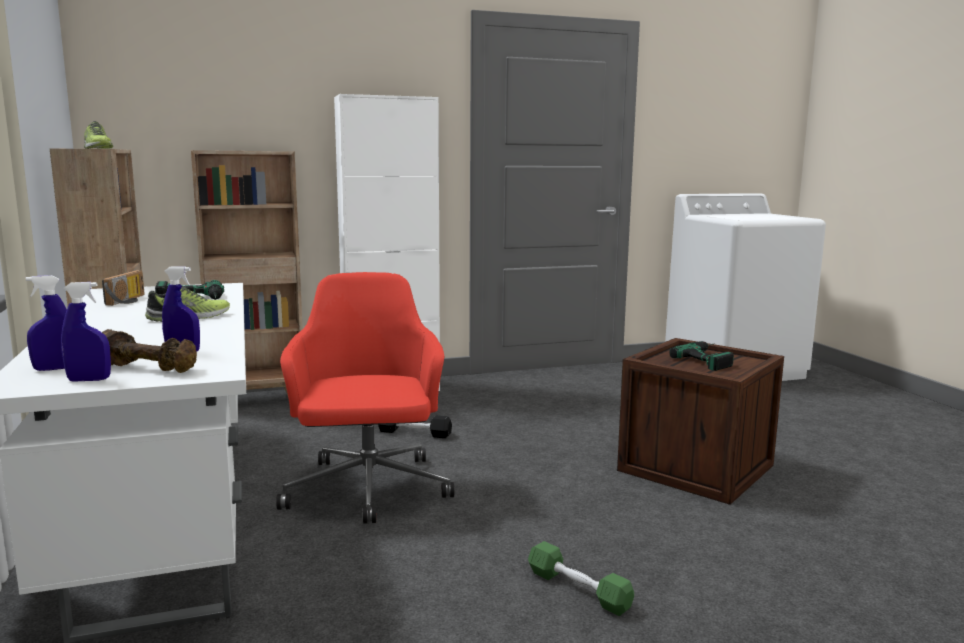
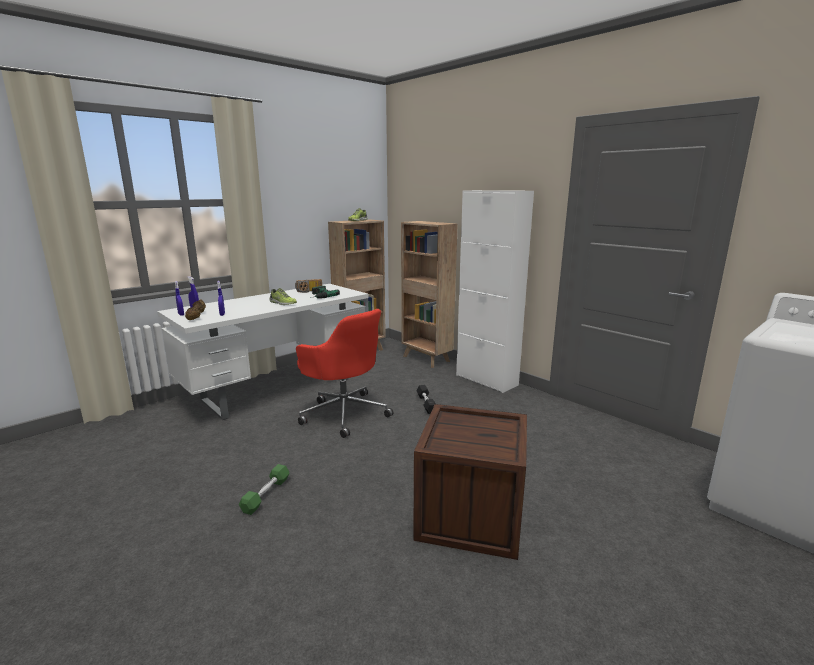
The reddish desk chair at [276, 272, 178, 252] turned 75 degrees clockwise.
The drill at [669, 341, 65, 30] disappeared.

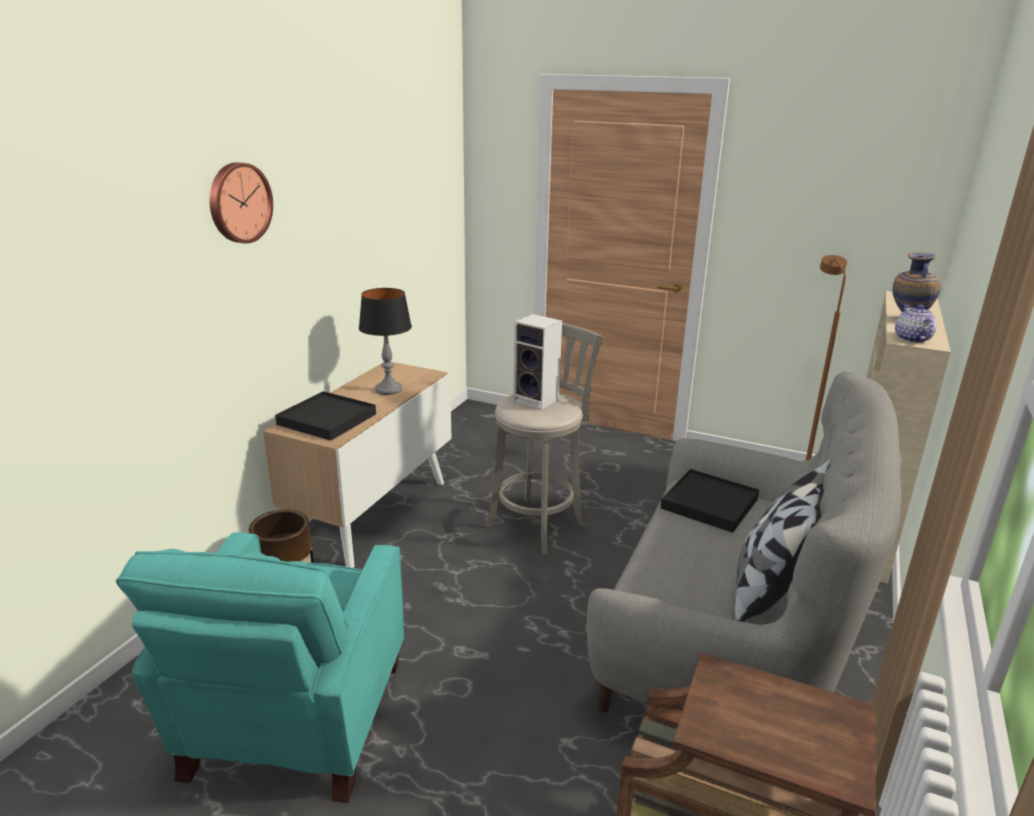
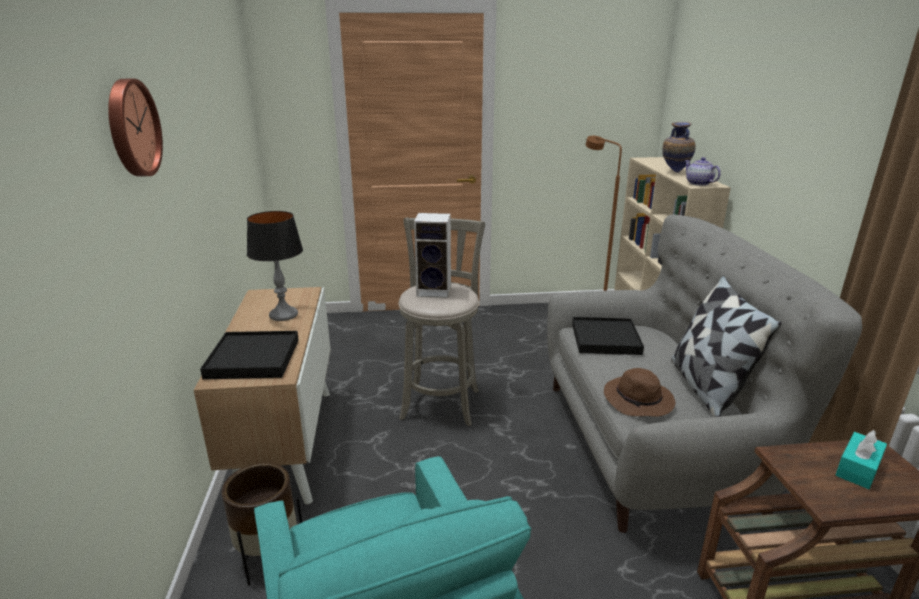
The brownish wearable hat at [604, 368, 71, 49] appeared.
The blue-green box of tissues at [836, 430, 51, 59] appeared.

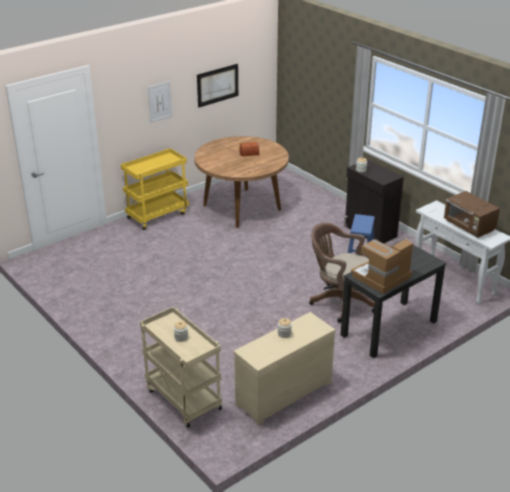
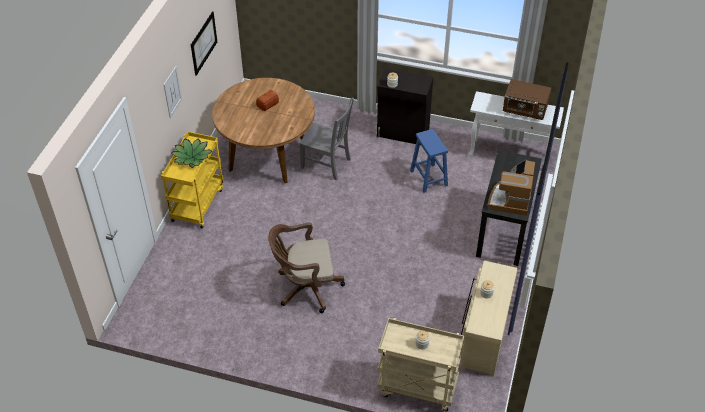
The houseplant at [171, 138, 41, 30] appeared.
The brownish desk chair moved from [309, 223, 66, 100] to [268, 222, 77, 91].
The gray upright chair at [299, 98, 55, 82] appeared.

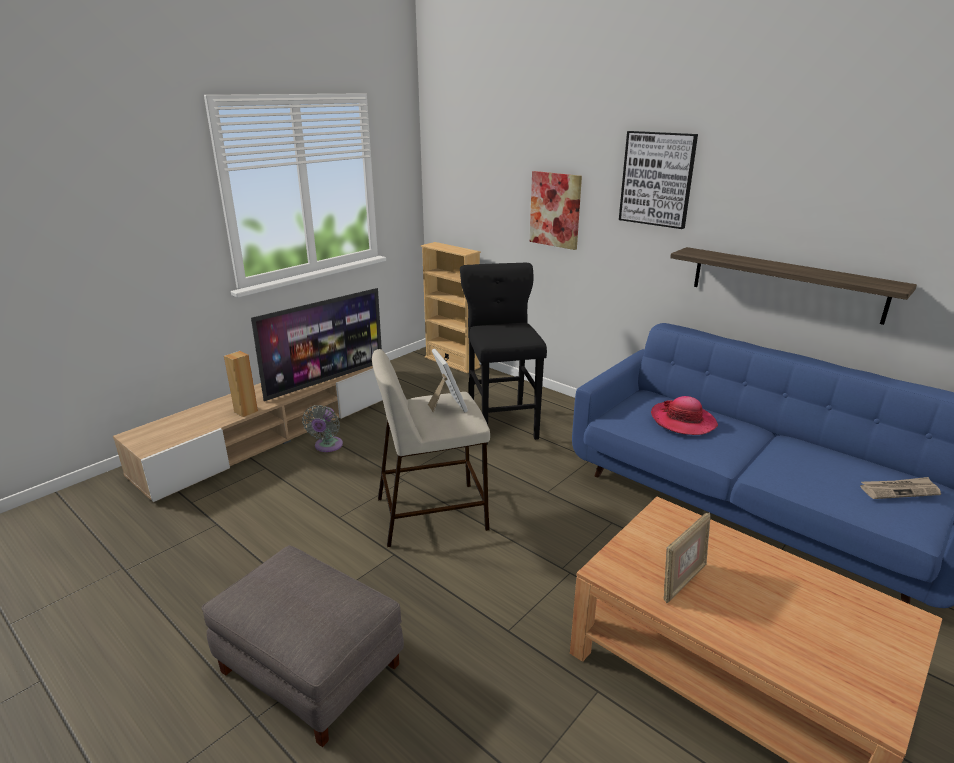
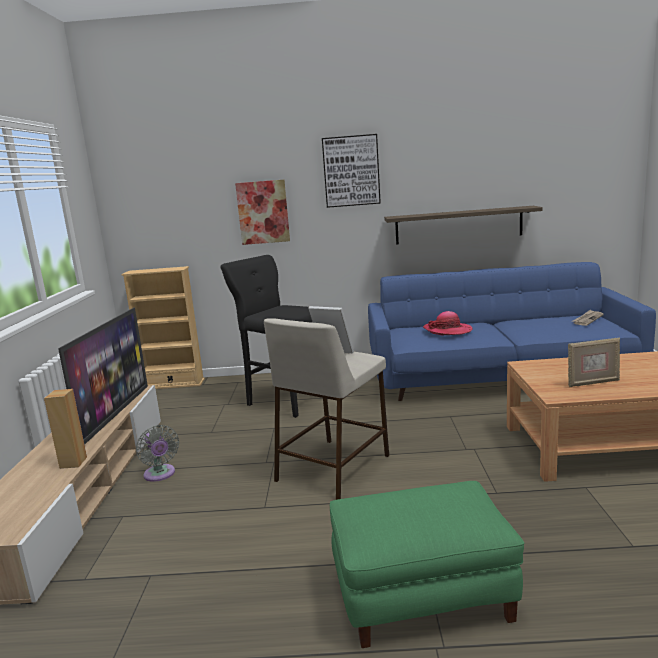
The gray ottoman at [202, 545, 202, 202] became the green ottoman at [330, 481, 195, 167].
The standing frame at [664, 512, 47, 91] turned 75 degrees clockwise.

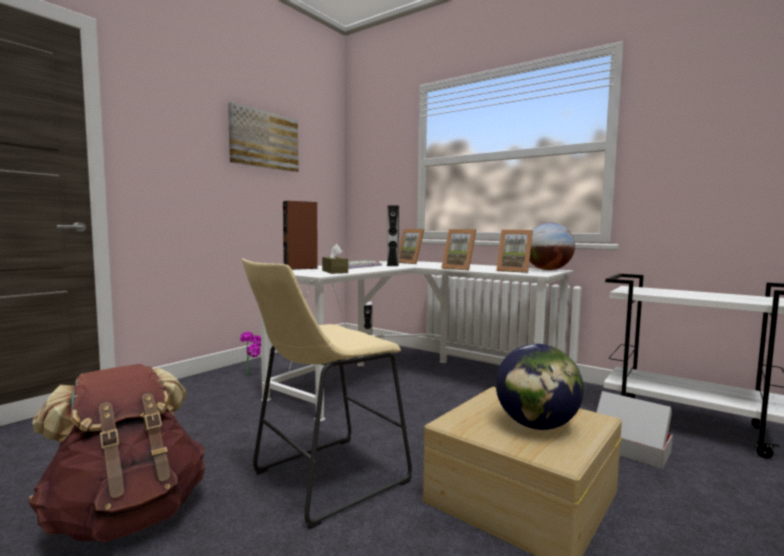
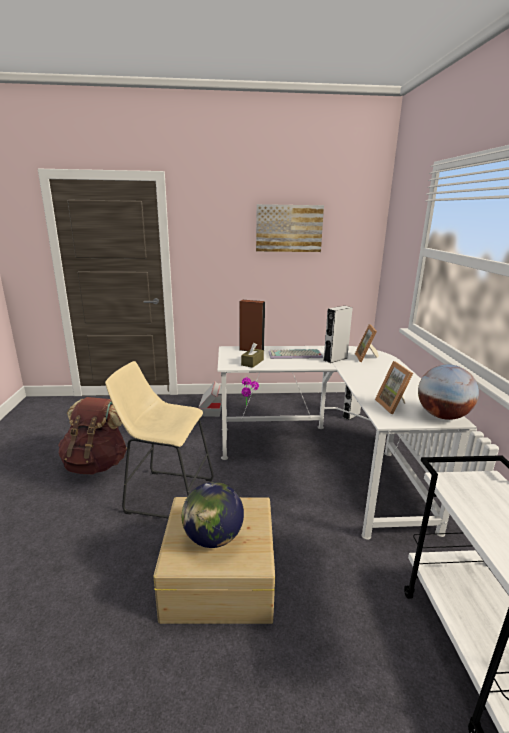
The carton moved from [596, 391, 77, 78] to [198, 382, 24, 35].
The standing frame at [441, 229, 35, 41] disappeared.

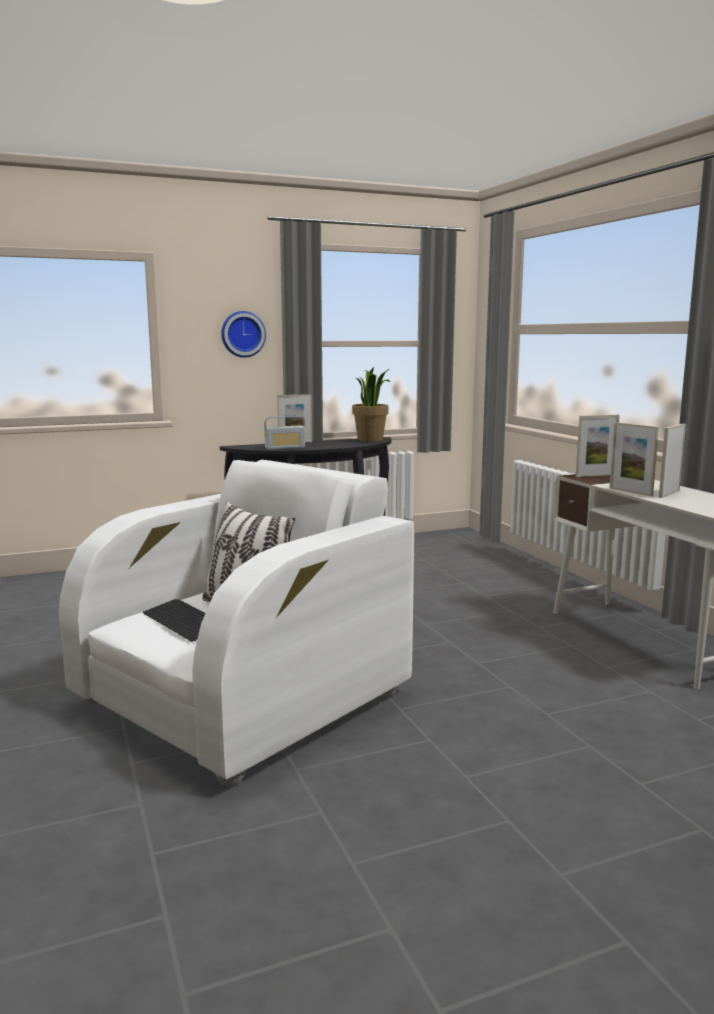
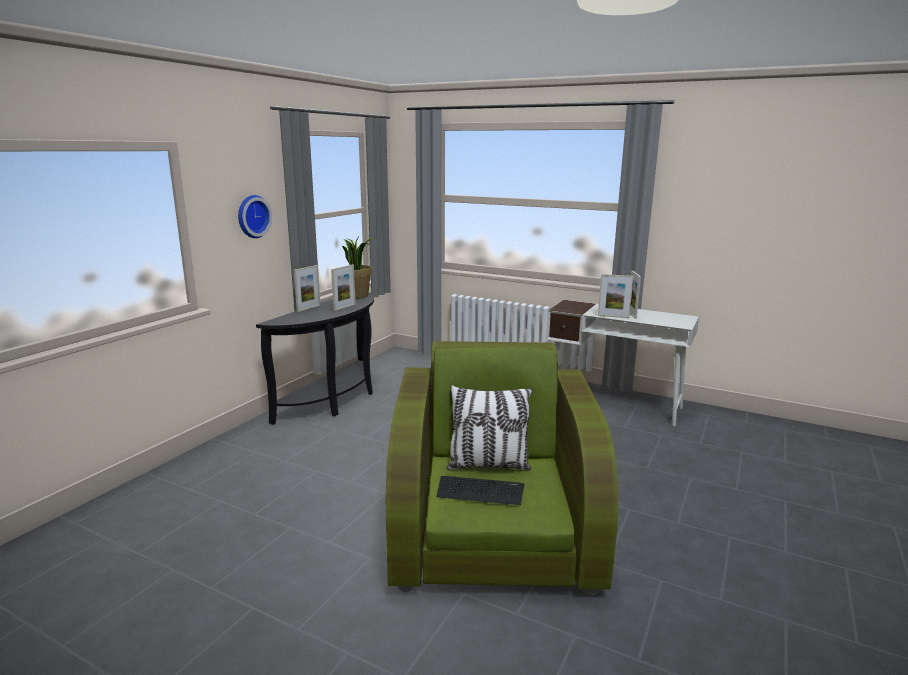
The standing frame moved from [576, 414, 44, 63] to [331, 264, 25, 47].
The whitish lounge chair at [59, 460, 355, 325] became the green lounge chair at [386, 341, 232, 255].
The radio set at [264, 416, 42, 34] disappeared.

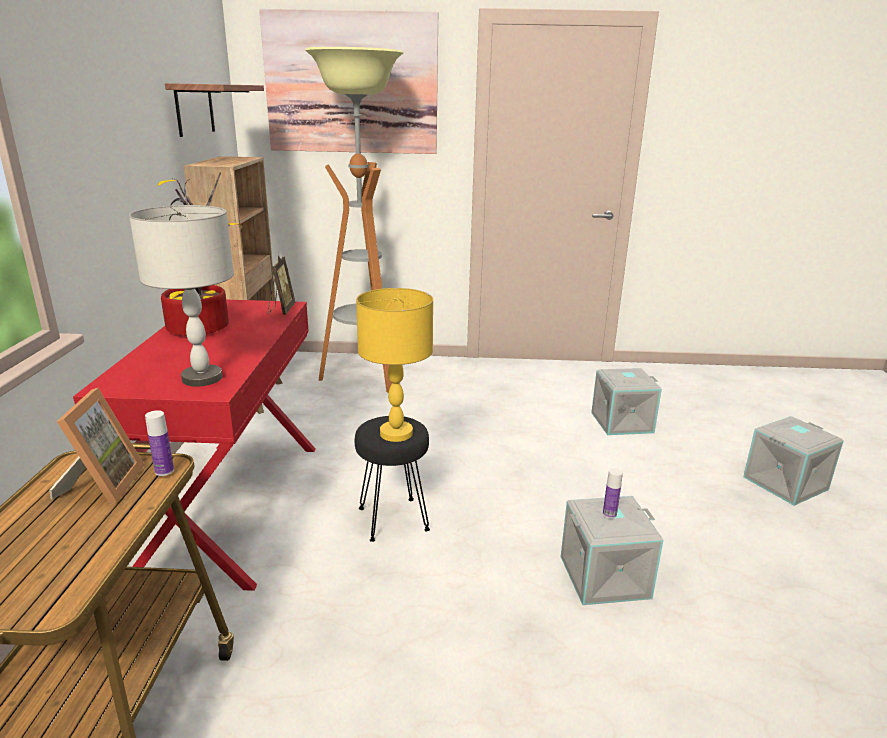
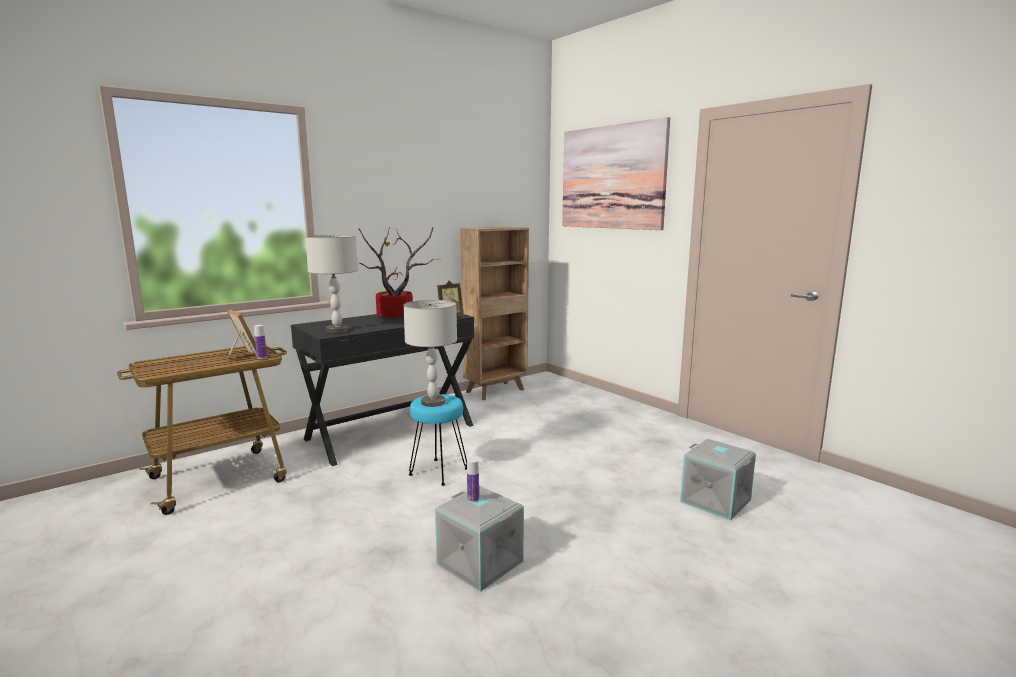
The standing frame at [49, 388, 95, 116] turned 90 degrees counterclockwise.
The reddish desk at [73, 300, 243, 291] became the blackish desk at [291, 314, 183, 152].
The yellowish lamp for a table at [356, 288, 77, 154] became the gray lamp for a table at [403, 300, 54, 107].
The blackish stool seat at [355, 416, 75, 126] became the blue-green stool seat at [409, 394, 58, 92].
The bracket shelf at [165, 83, 99, 54] disappeared.
The floor lamp at [305, 47, 99, 346] disappeared.
The gray storage container at [743, 416, 101, 90] disappeared.

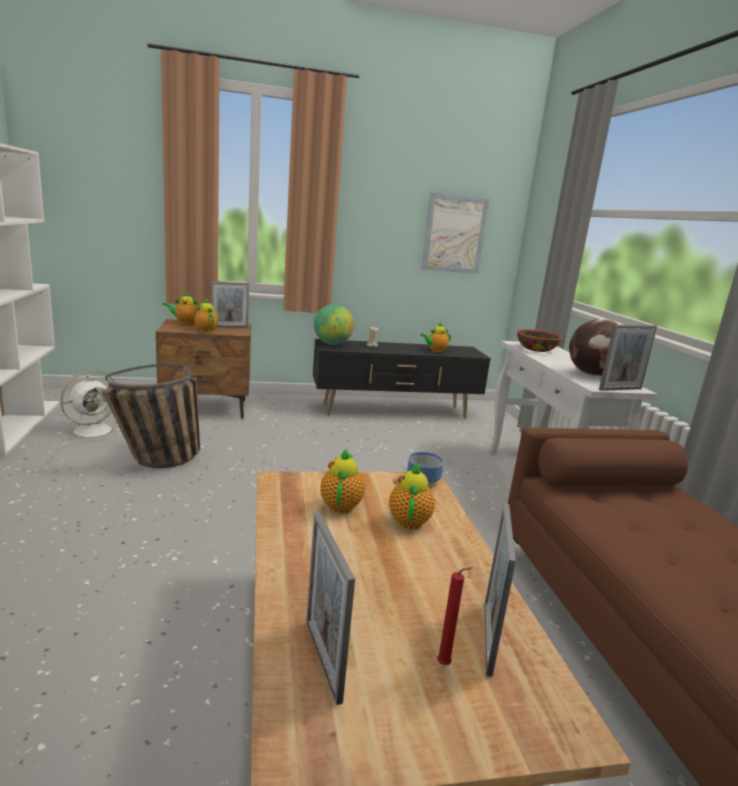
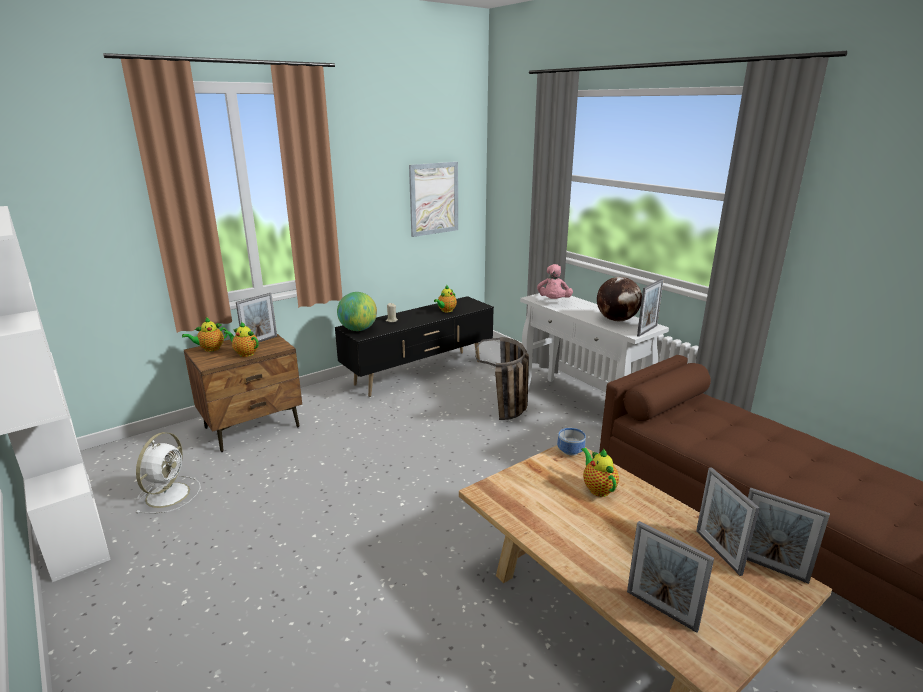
The household basket moved from [102, 364, 98, 104] to [475, 337, 54, 83].
The serving bowl at [517, 329, 45, 23] was replaced by the pinkish cuddly toy at [537, 264, 36, 35].
The standing frame at [747, 488, 83, 96] appeared.
The teapot at [320, 448, 45, 66] disappeared.
The reddish candle at [437, 567, 36, 98] disappeared.

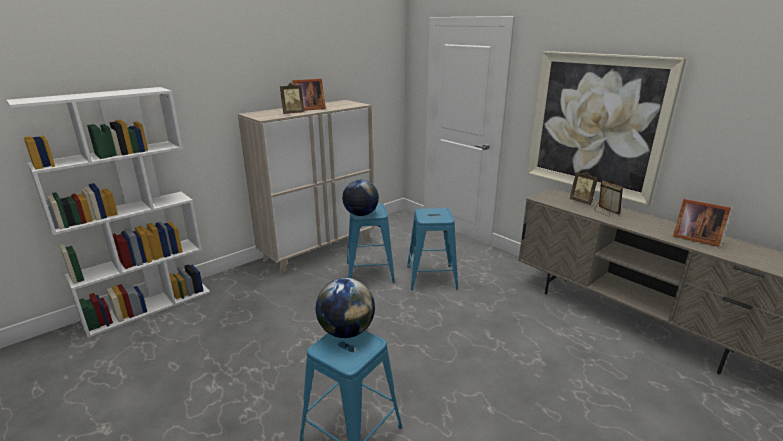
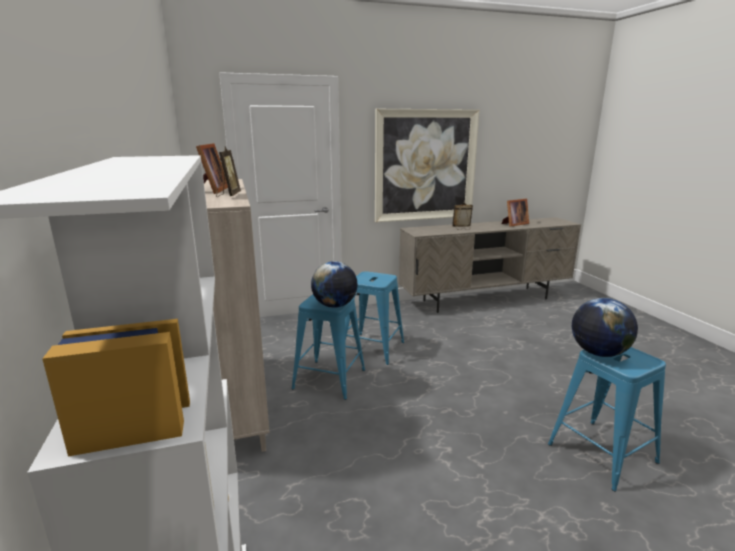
The standing frame at [569, 172, 29, 33] disappeared.

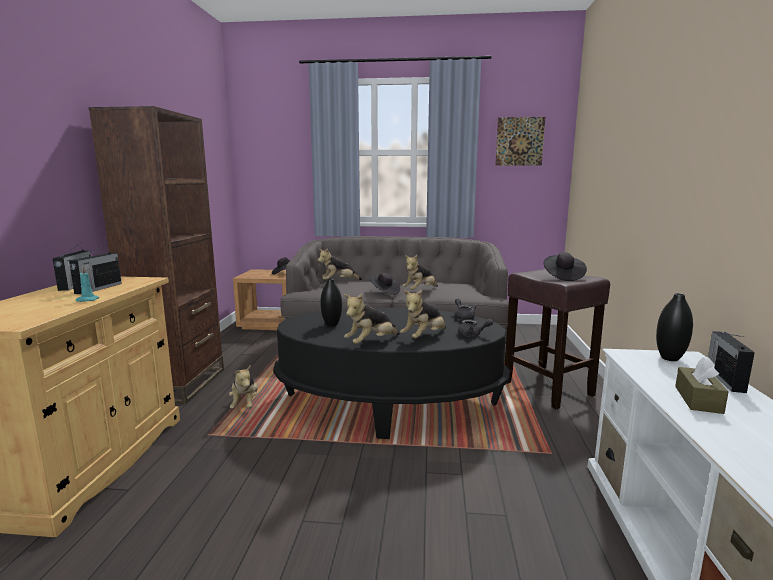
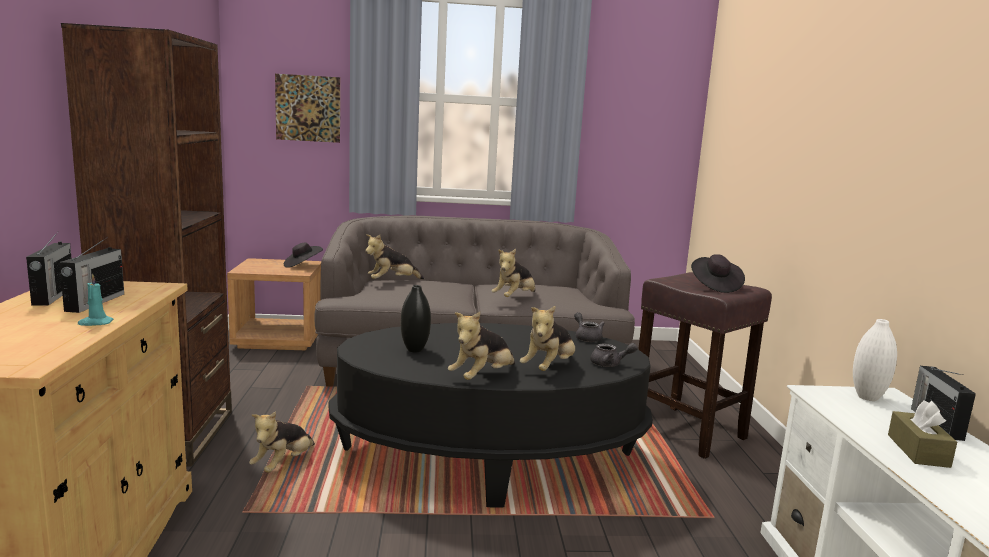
The cuddly toy at [229, 365, 29, 43] turned 45 degrees clockwise.
The picture moved from [495, 117, 50, 49] to [275, 74, 65, 69].
The blackish vase at [656, 293, 37, 68] became the whitish vase at [853, 319, 44, 82].
The blackish wearable hat at [370, 273, 30, 22] disappeared.

